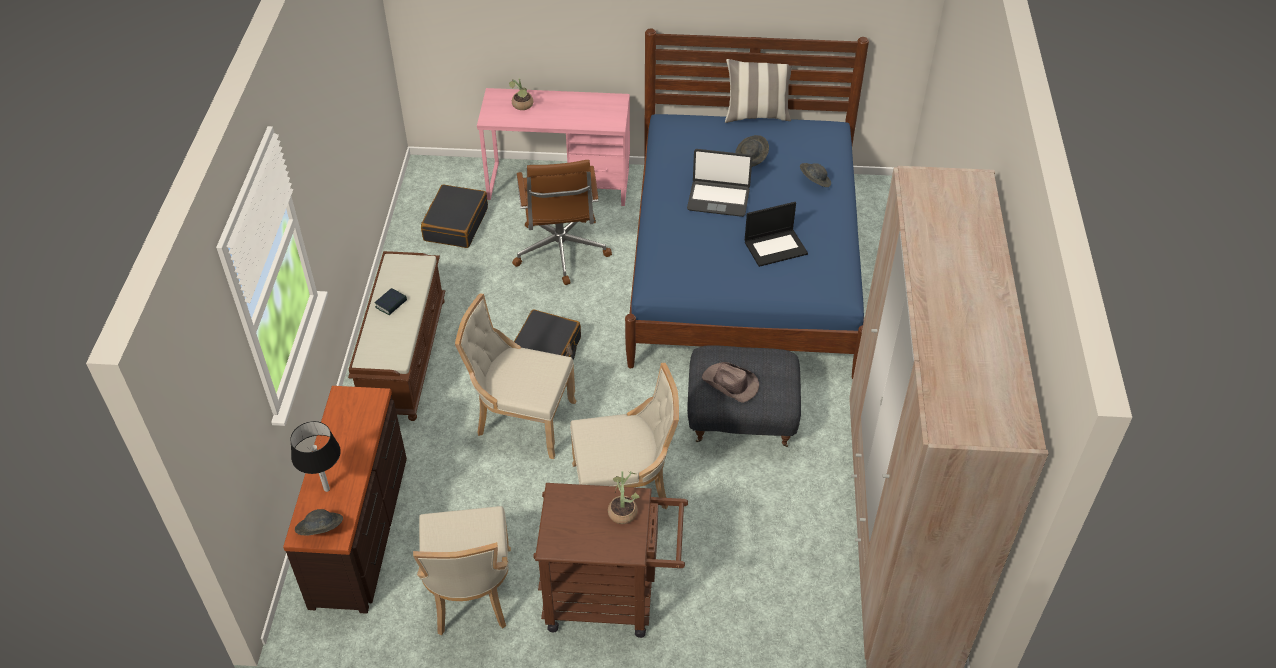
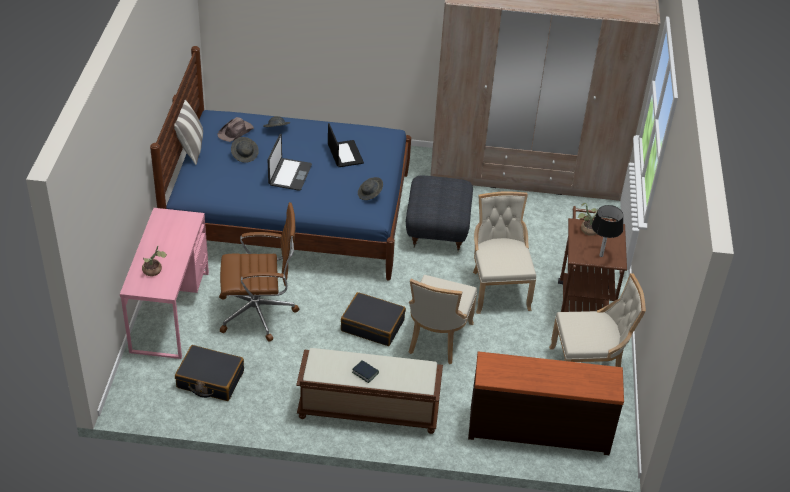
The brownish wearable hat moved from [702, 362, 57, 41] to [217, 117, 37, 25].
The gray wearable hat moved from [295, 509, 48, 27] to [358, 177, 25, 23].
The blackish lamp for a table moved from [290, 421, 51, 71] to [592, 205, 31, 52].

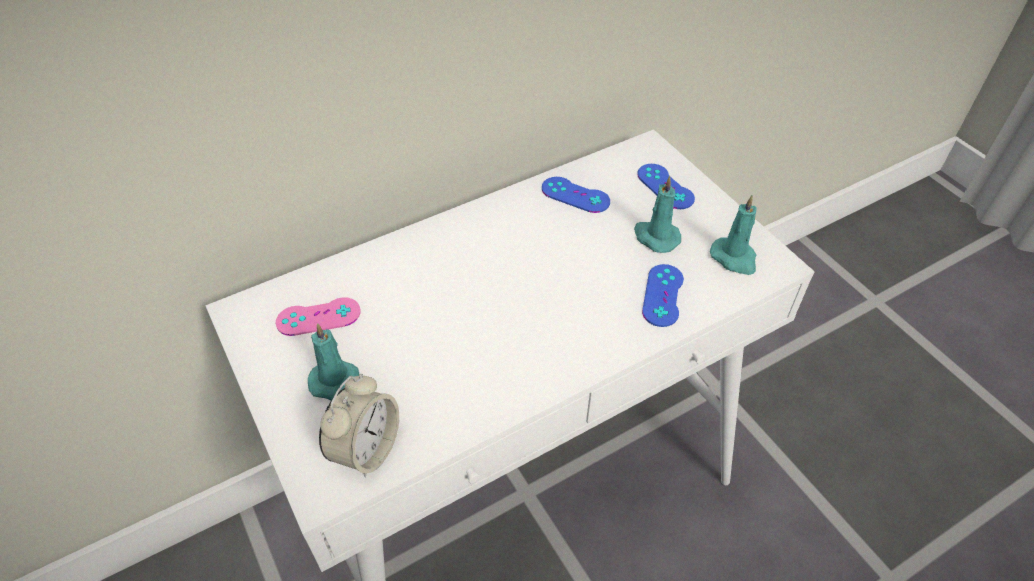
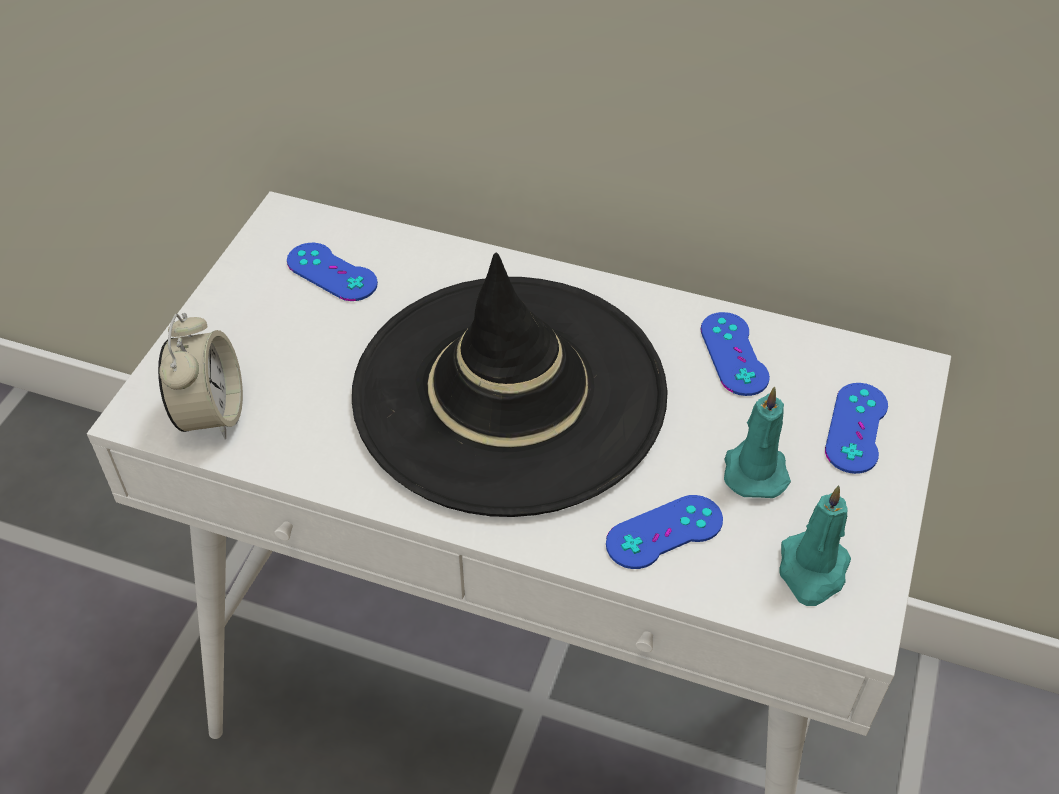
The table clock at [319, 374, 80, 103] turned 75 degrees counterclockwise.
The pinkish joypad at [276, 297, 85, 39] became the blue joypad at [287, 243, 91, 58].
The blackish wearable hat at [352, 253, 316, 264] appeared.
The blue-green candle at [308, 323, 51, 77] disappeared.

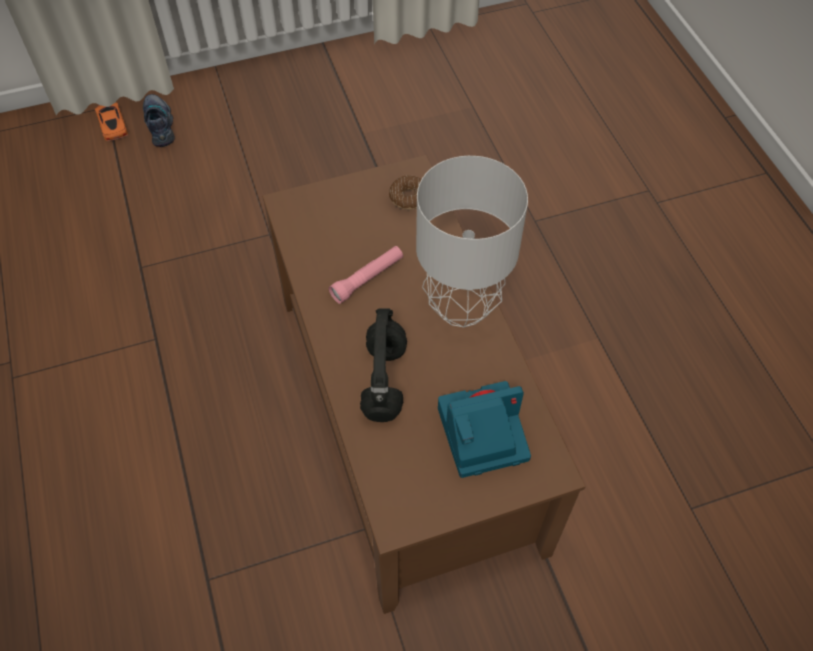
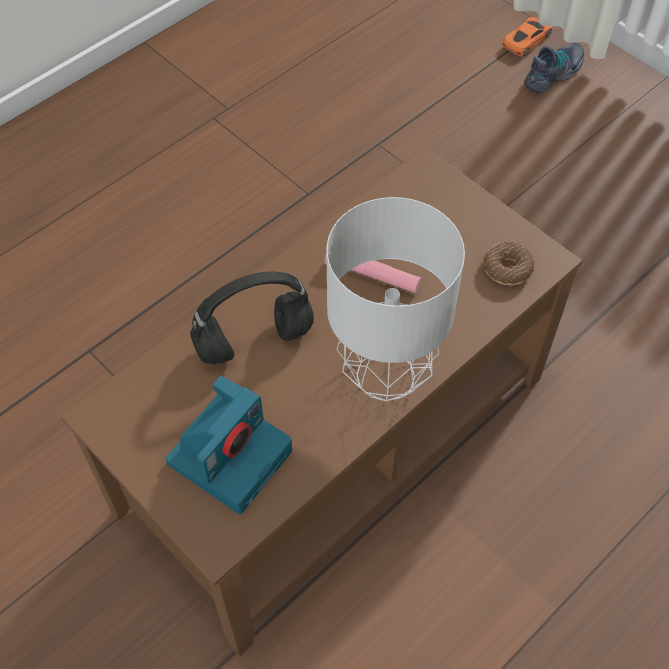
The photo camera at [438, 381, 93, 97] turned 75 degrees clockwise.

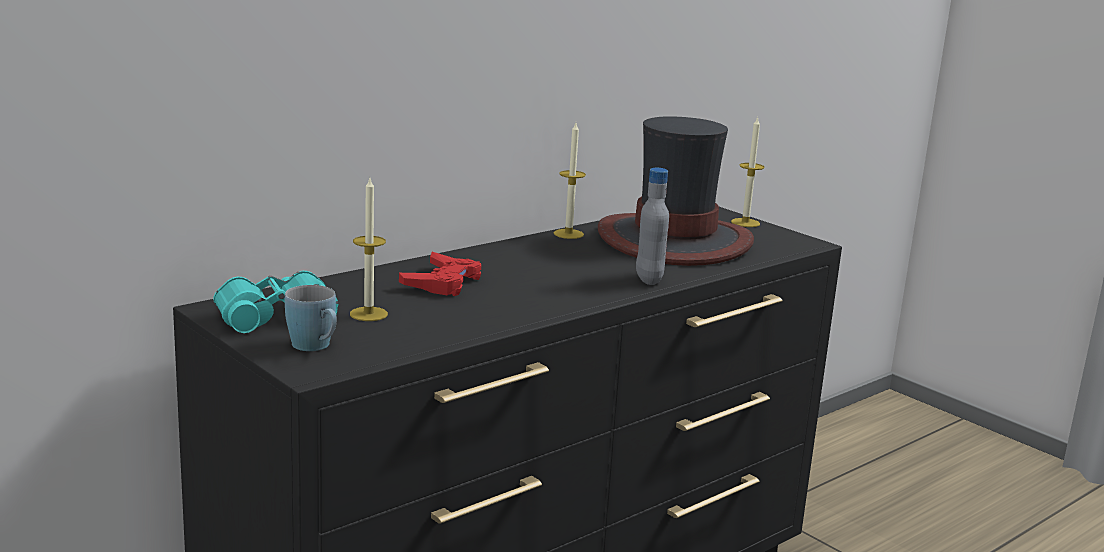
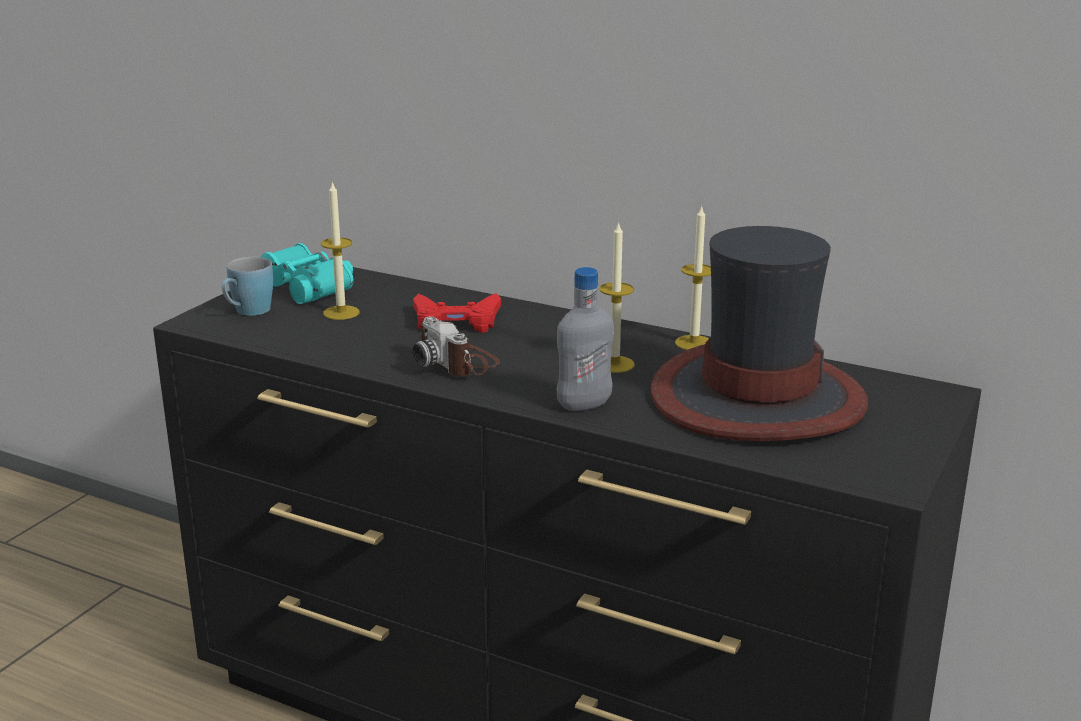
The photo camera at [413, 316, 87, 61] appeared.
The candle moved from [731, 117, 34, 110] to [599, 221, 36, 152].

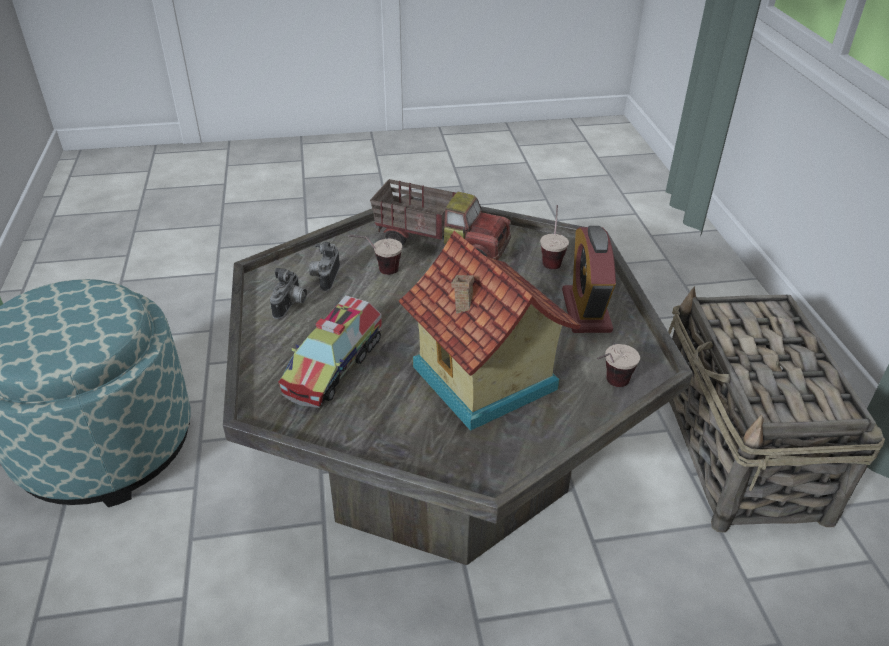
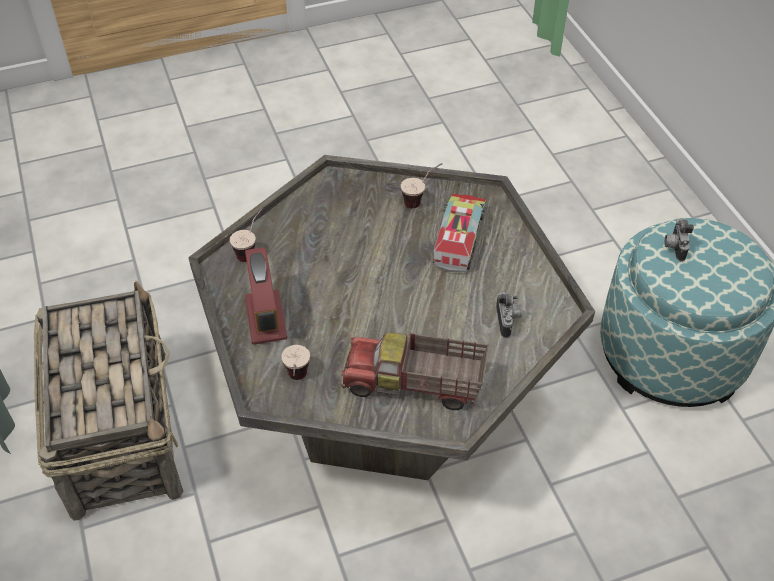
The cup moved from [349, 235, 53, 40] to [401, 163, 41, 46].
The photo camera moved from [270, 268, 37, 51] to [664, 218, 30, 43].
The model house at [399, 231, 182, 200] disappeared.

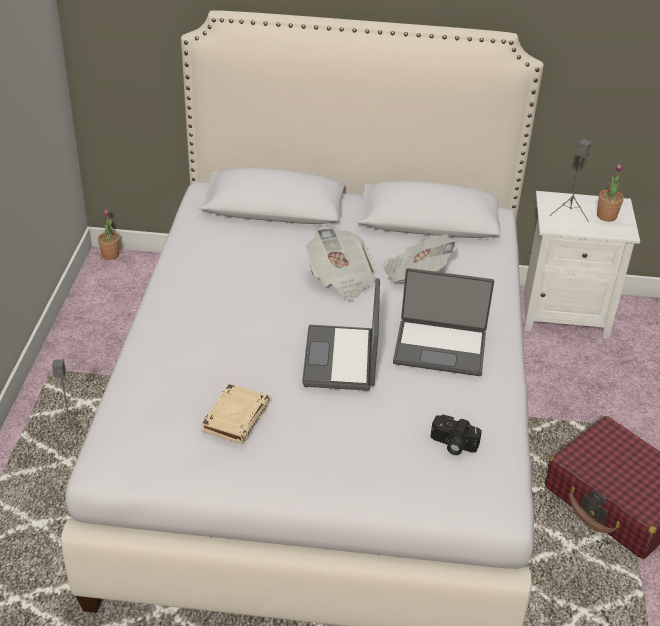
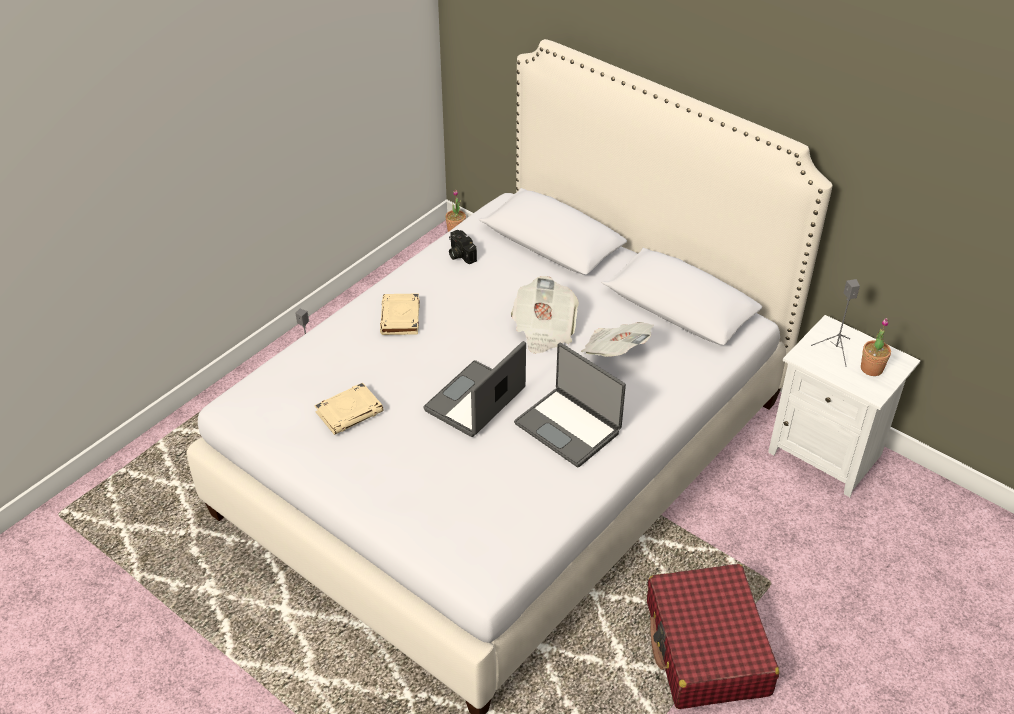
The sand-coloured volume at [380, 293, 40, 42] appeared.
The photo camera moved from [431, 415, 51, 40] to [449, 230, 28, 34].

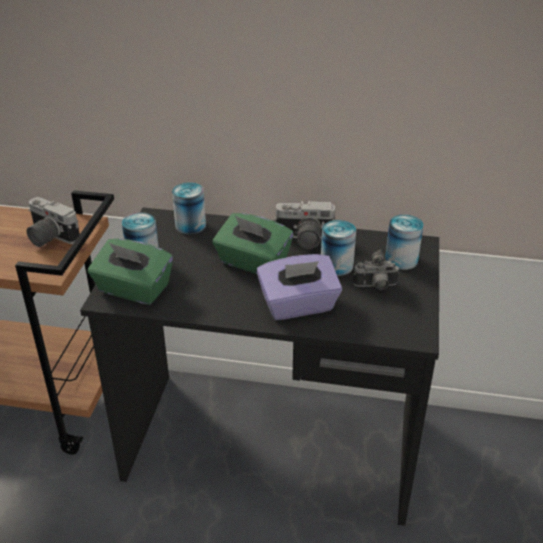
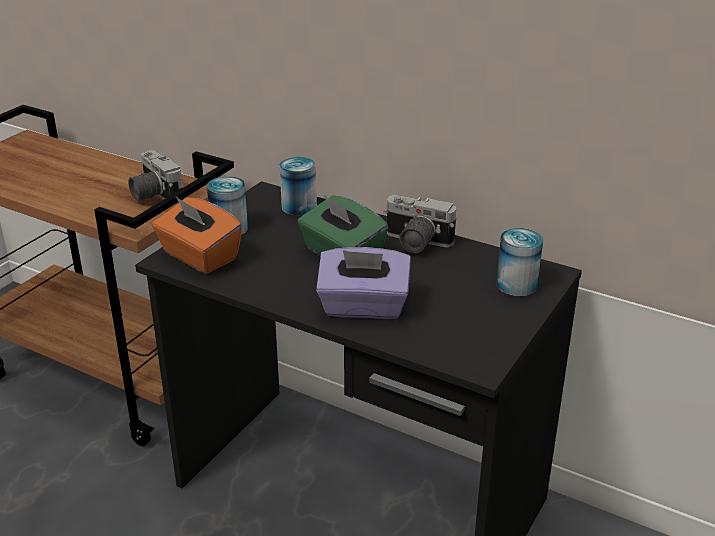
The green box of tissues at [88, 238, 85, 67] became the orangey box of tissues at [152, 197, 90, 77].
The can at [321, 220, 35, 56] disappeared.
The photo camera at [353, 250, 46, 40] disappeared.

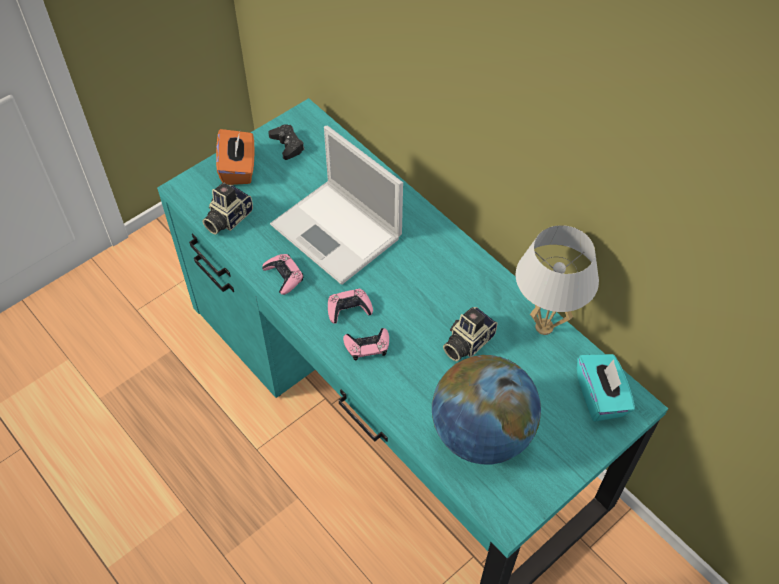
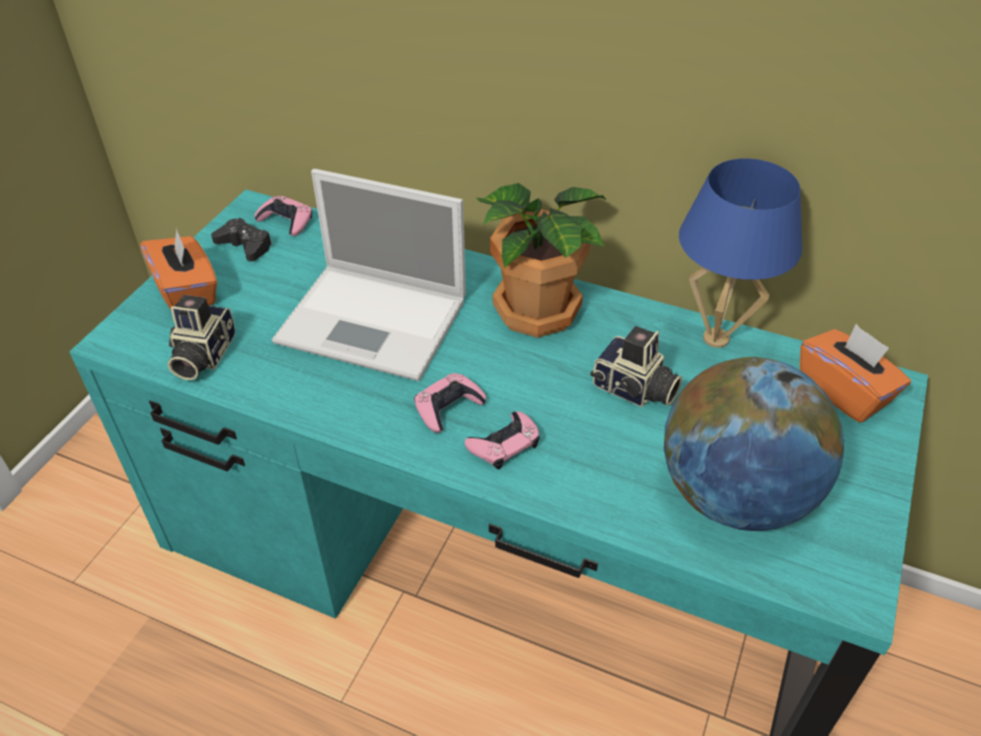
The pinkish joypad moved from [262, 254, 41, 41] to [254, 196, 58, 40].
The houseplant at [477, 183, 130, 155] appeared.
The photo camera at [443, 307, 54, 54] turned 75 degrees counterclockwise.
The whitish lamp for a table at [516, 225, 83, 110] became the blue lamp for a table at [679, 158, 123, 190].
The blue-green box of tissues at [577, 354, 58, 68] became the orangey box of tissues at [800, 324, 111, 99].

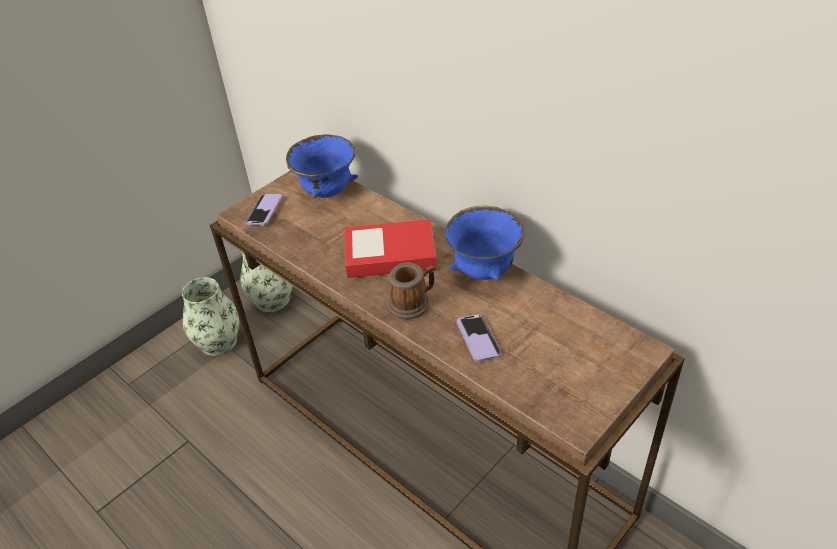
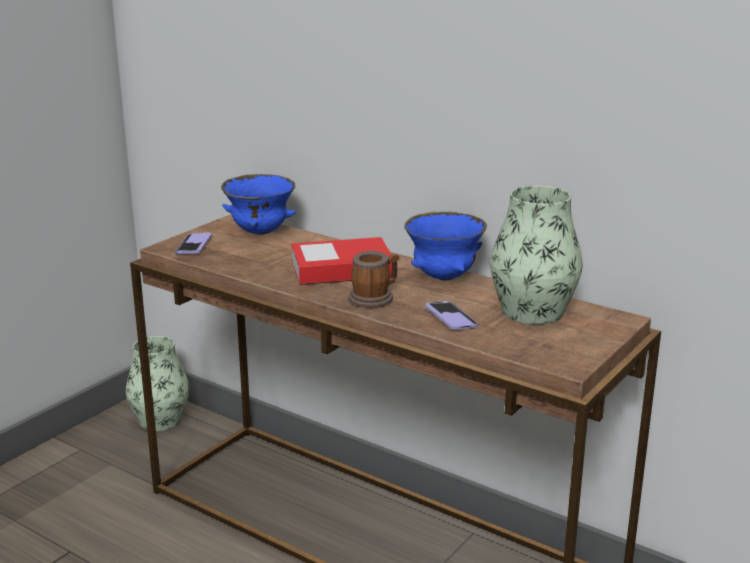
The vase moved from [182, 277, 57, 79] to [490, 186, 93, 138].

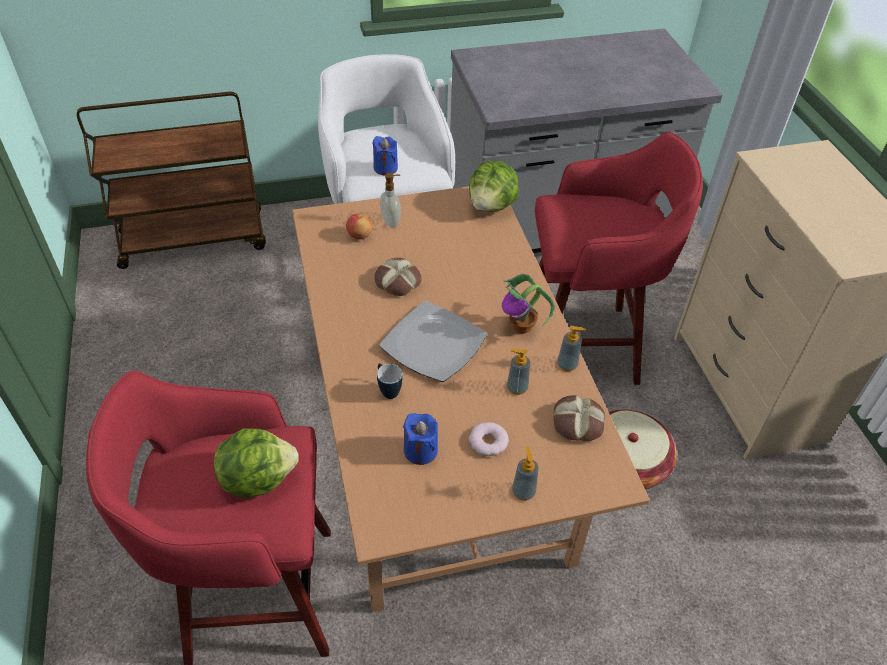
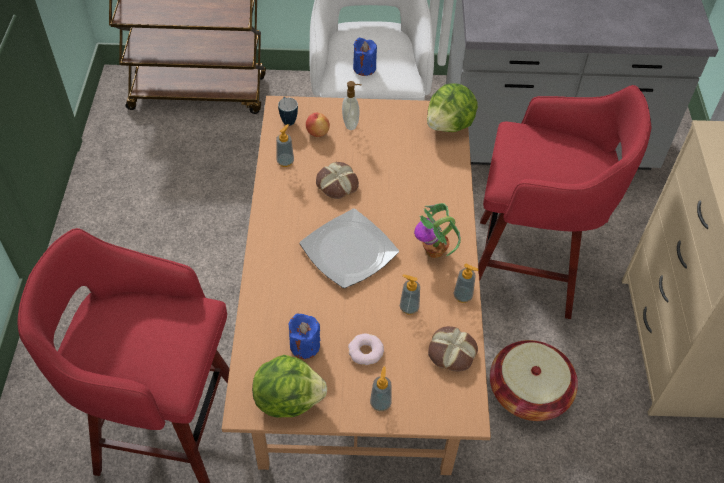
The lettuce head moved from [214, 428, 85, 70] to [252, 355, 75, 63].
The soap dispenser at [276, 124, 18, 43] appeared.
The mug moved from [377, 363, 26, 36] to [278, 97, 20, 29].

